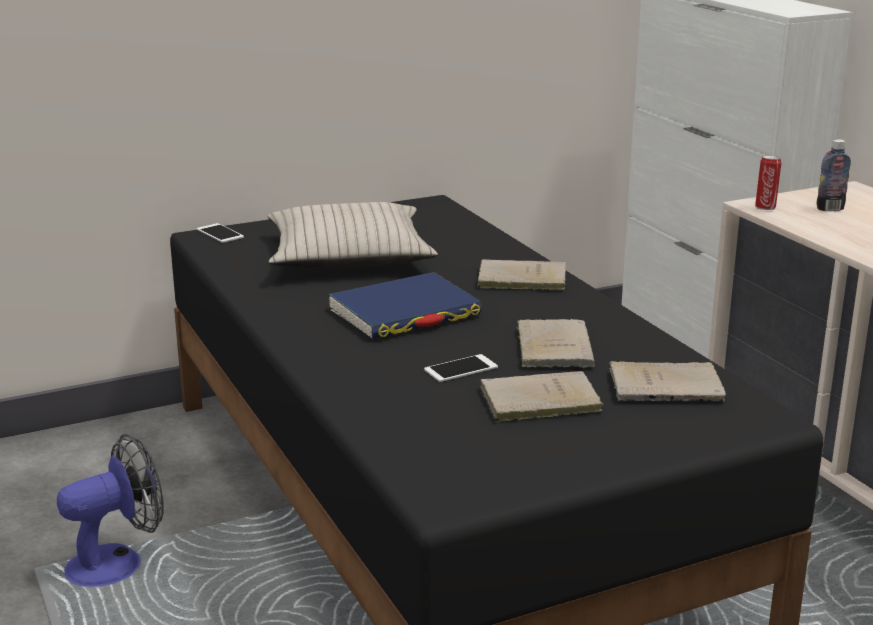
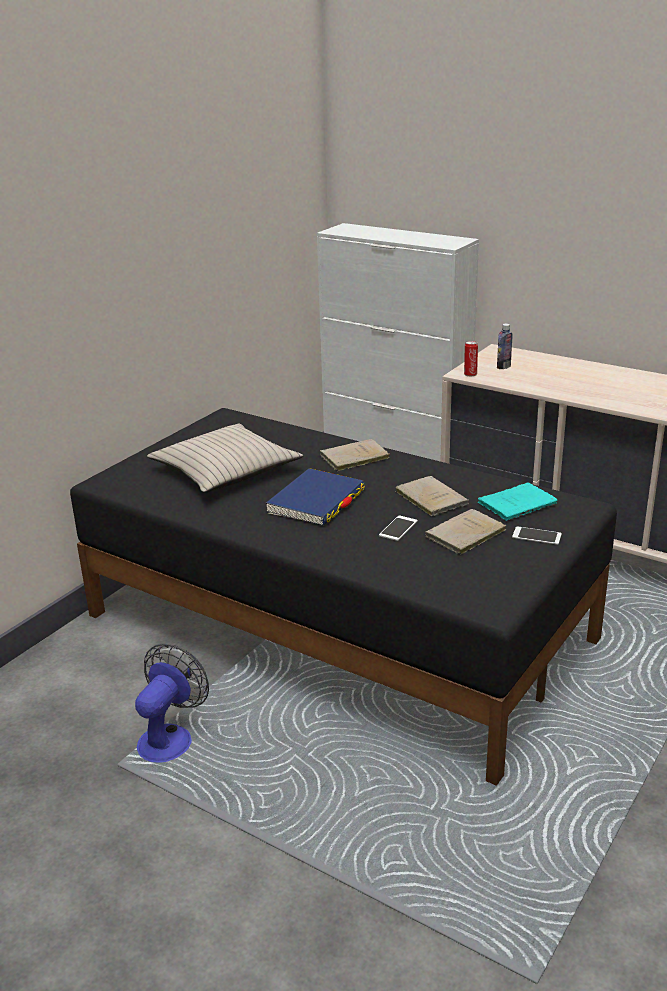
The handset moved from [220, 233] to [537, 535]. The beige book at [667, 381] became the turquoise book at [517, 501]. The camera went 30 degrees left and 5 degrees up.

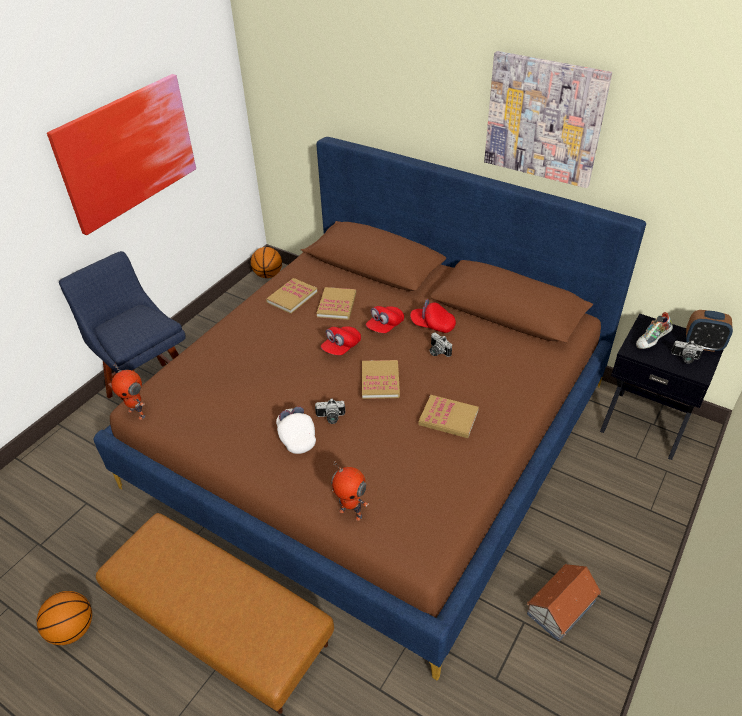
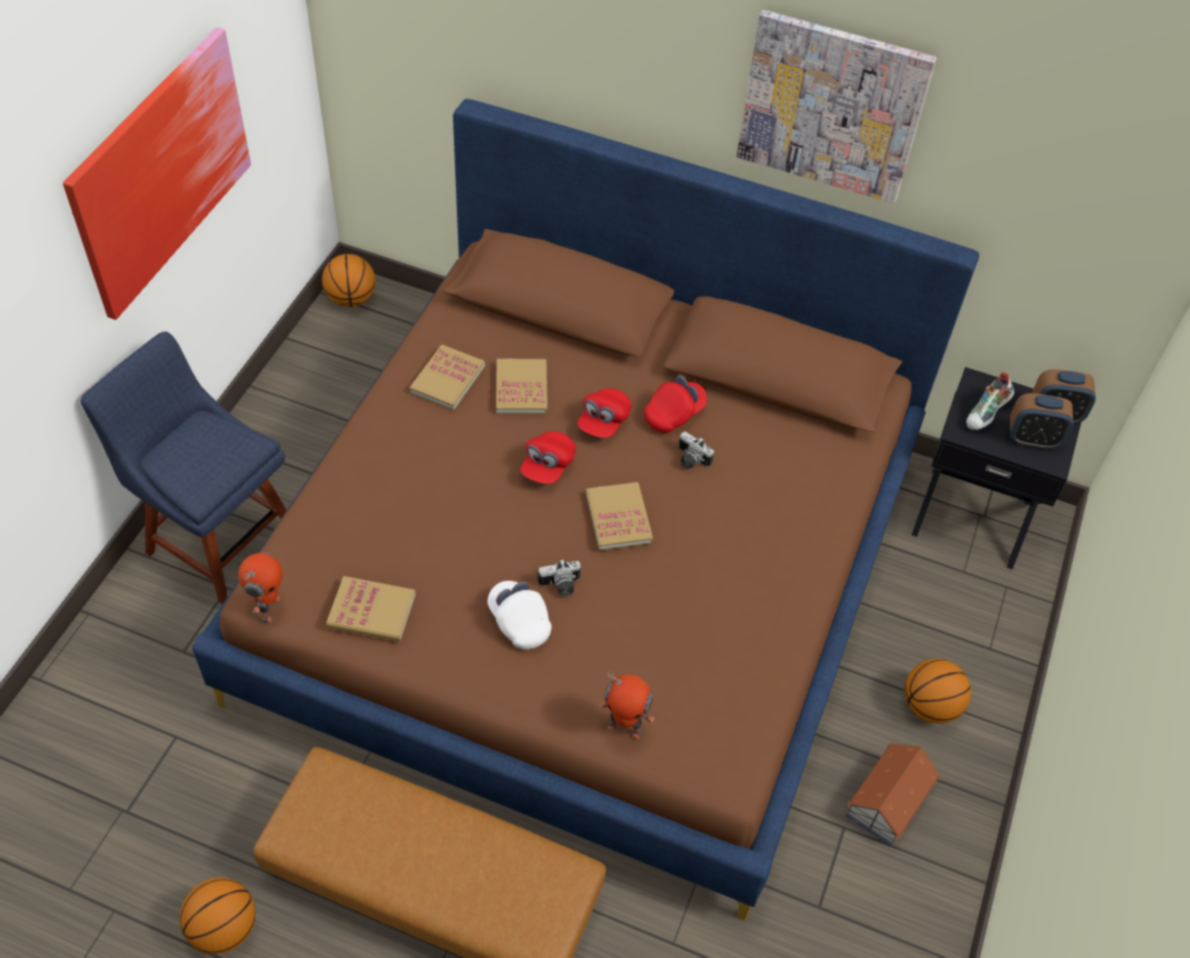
The ball for basketball at [938, 691] appeared. The book moved from [448, 416] to [371, 609]. The photo camera at [687, 352] was replaced by the bedside clock at [1041, 421]. The toy robot at [128, 391] turned 105 degrees counterclockwise. The red peaked cap at [433, 316] turned 135 degrees clockwise. The camera went 15 degrees left and 10 degrees up.

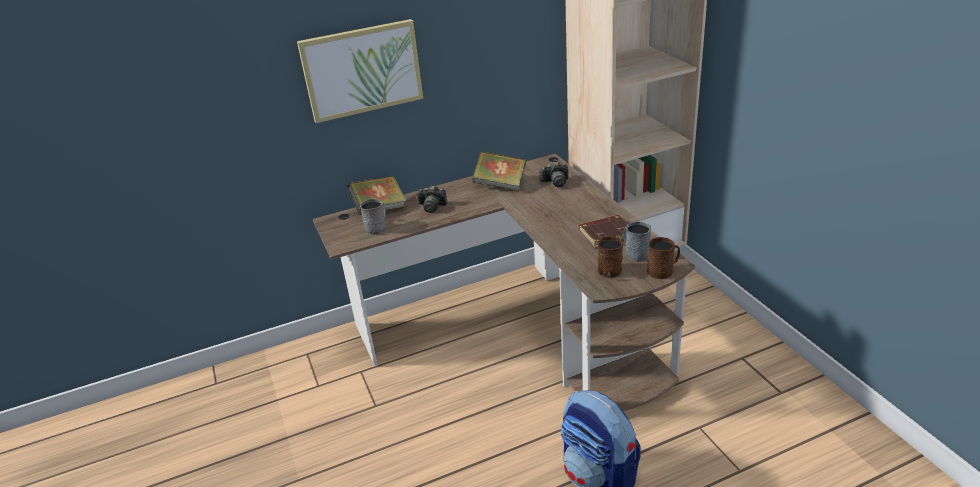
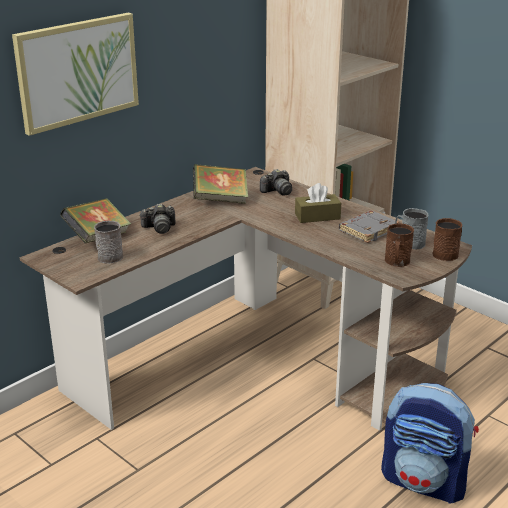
The brown tissue holder at [318, 203] appeared. The brown book at [603, 231] became the gray book at [369, 227]. The camera went 25 degrees left and 5 degrees down.

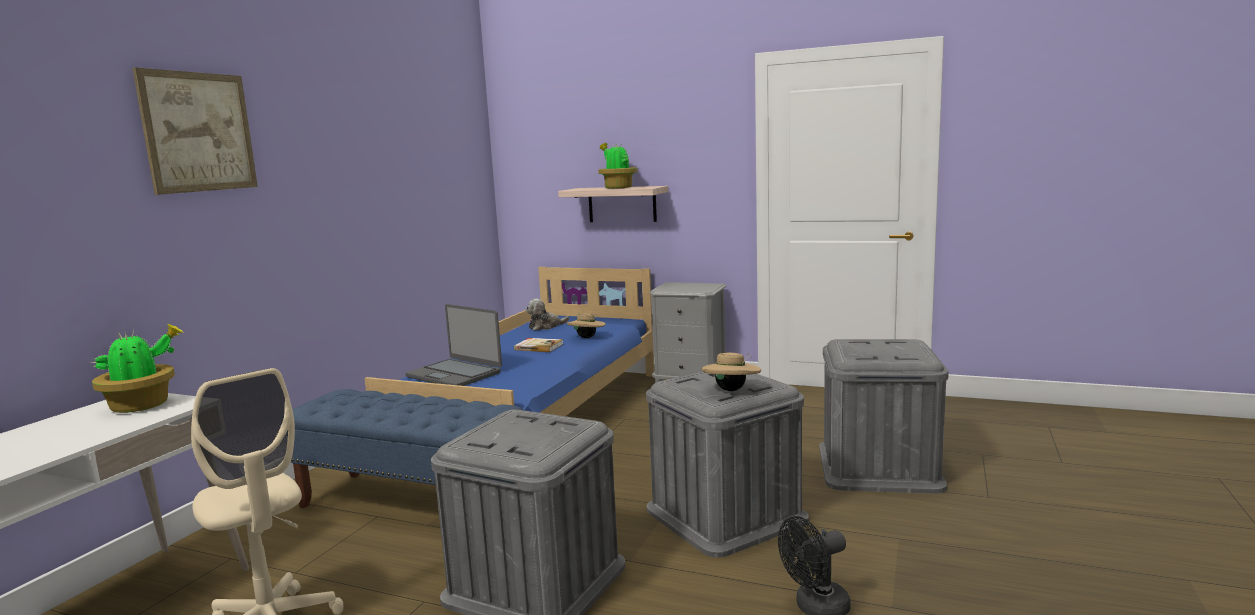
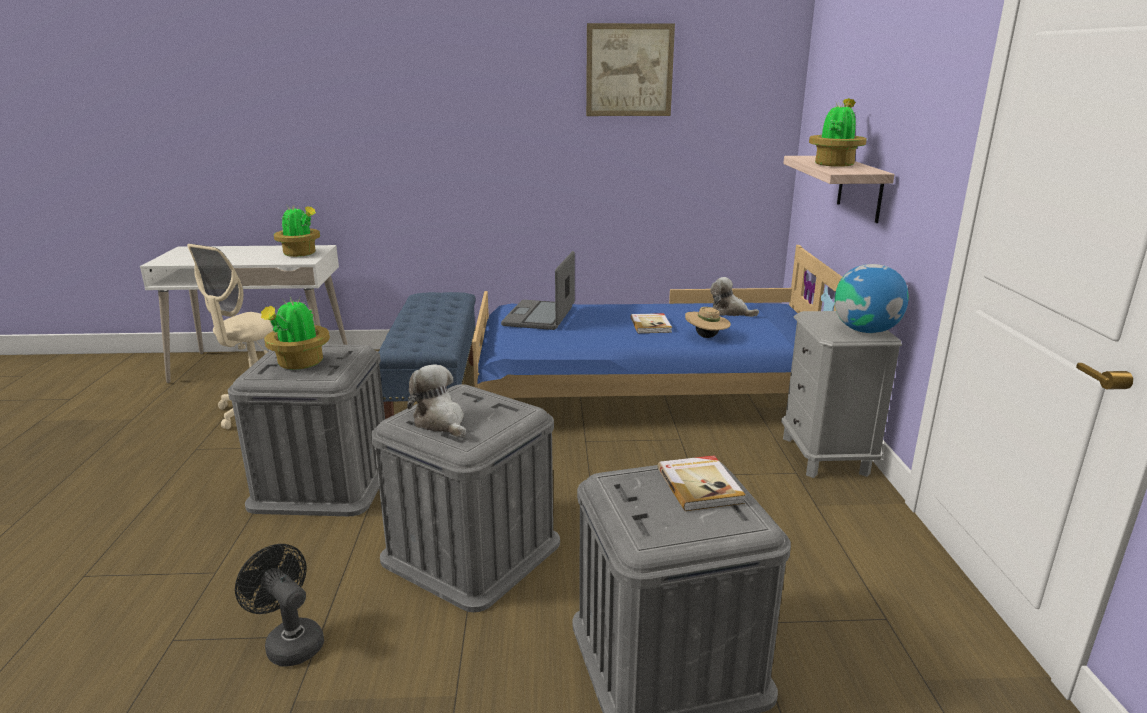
The plant in a pot at [295, 333] appeared. The book at [702, 483] appeared. The globe at [872, 298] appeared. The wall art moved from [195, 131] to [630, 69]. The beige clothing hat at [731, 372] was replaced by the soft toy at [436, 400]. The camera went 65 degrees right and 10 degrees up.

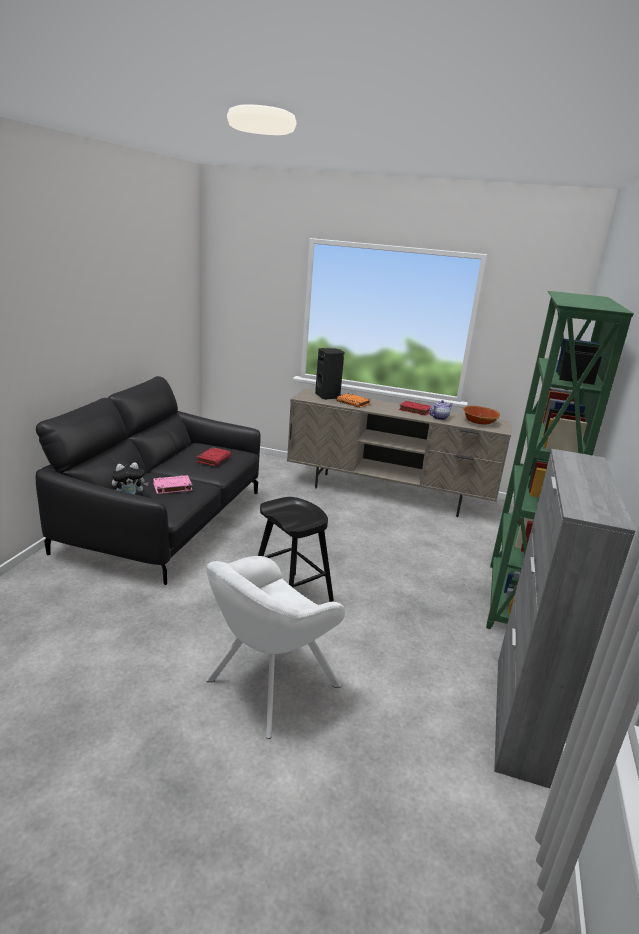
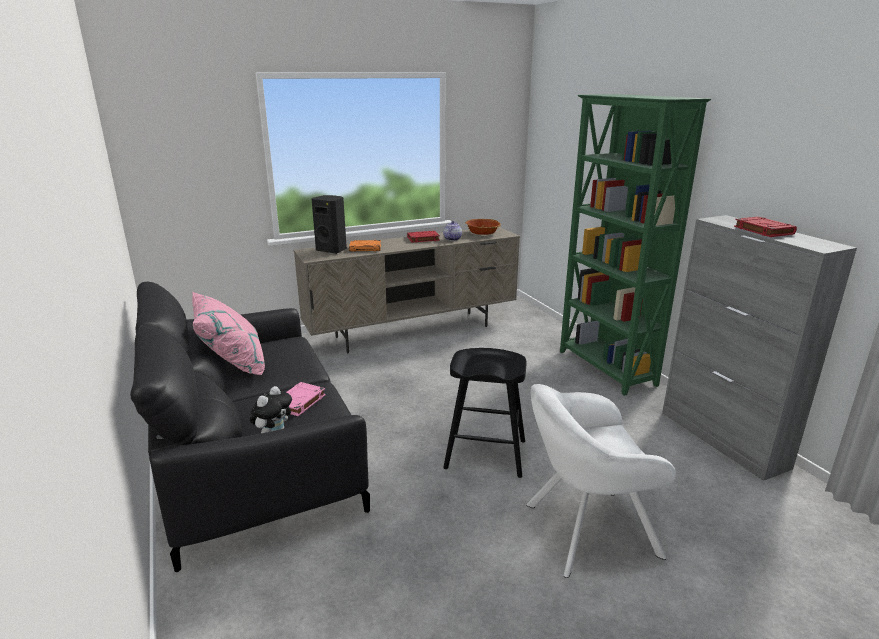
The pink throw pillow at [228, 333] appeared. The red book moved from [214, 456] to [765, 226]. The white lounge chair at [275, 647] turned 75 degrees clockwise. The camera went 40 degrees left and 0 degrees up.

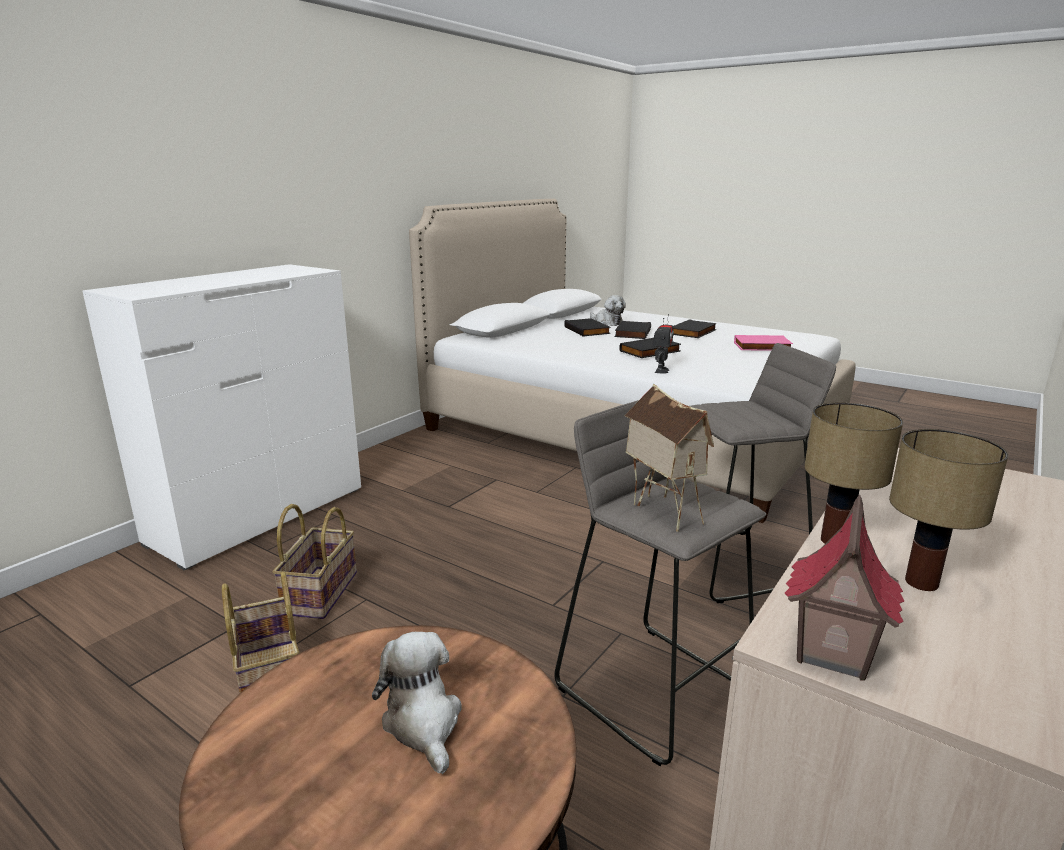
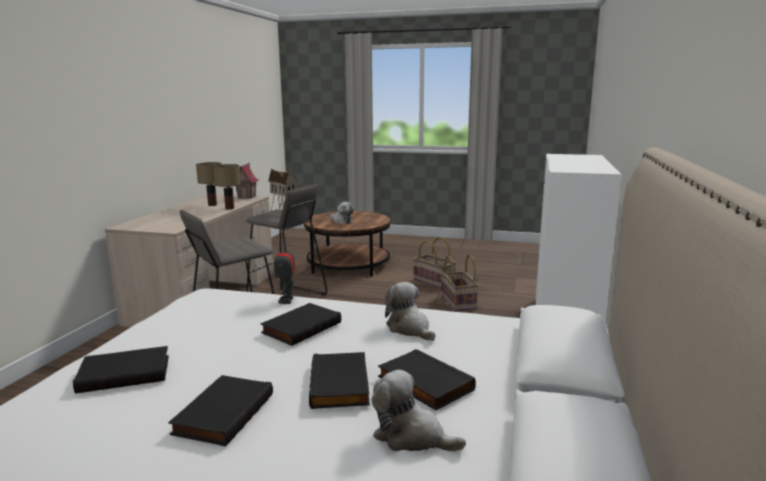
The soft toy at [410, 311] appeared. The pink book at [763, 343] became the black book at [121, 369]. The camera went 160 degrees right and 5 degrees down.

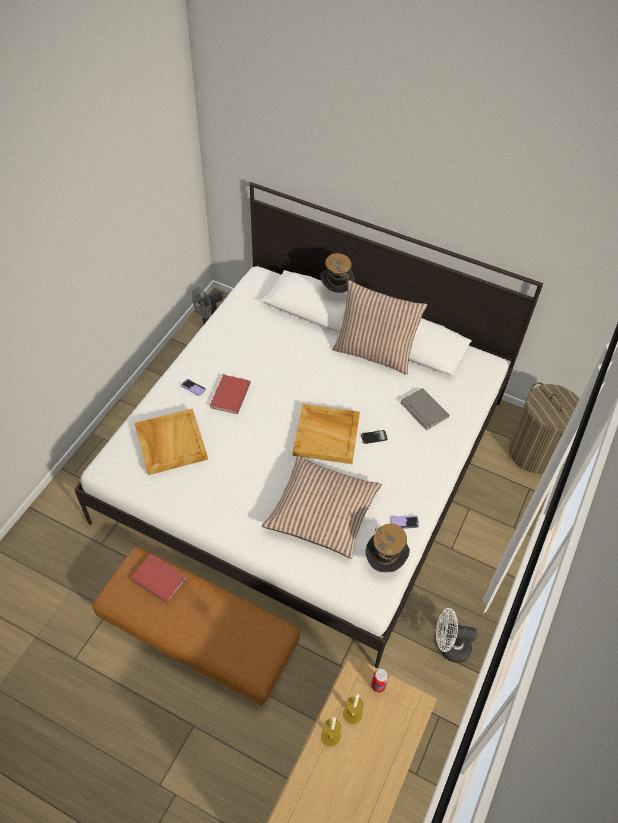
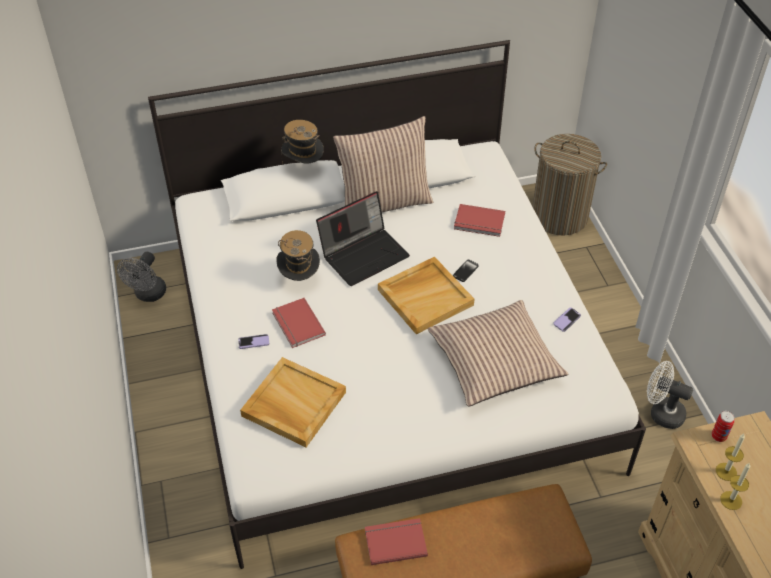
The laptop at [363, 238] appeared. The clothing hat moved from [387, 548] to [298, 255]. The gray book at [424, 409] became the red book at [479, 220]. The white cooling fan at [456, 635] turned 60 degrees clockwise. The camera went 40 degrees left and 5 degrees down.

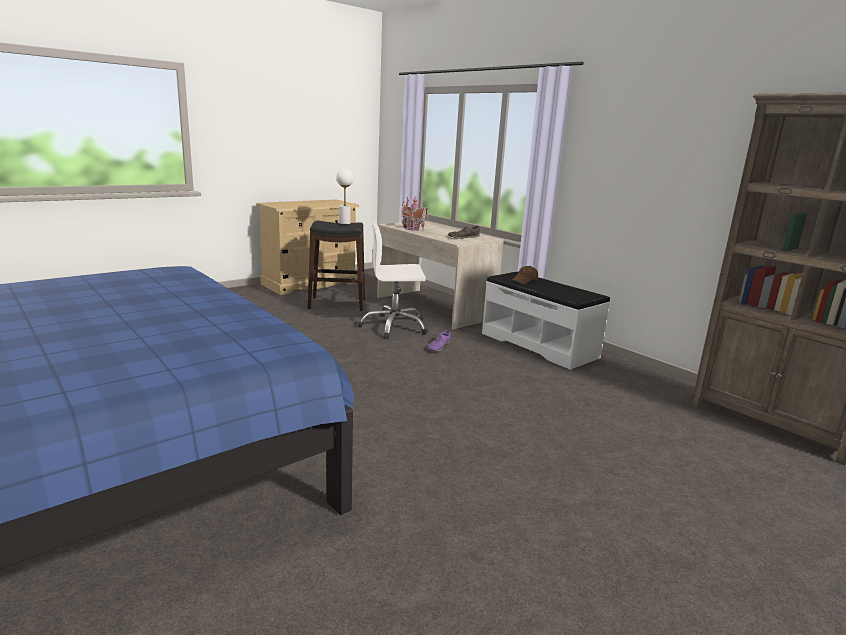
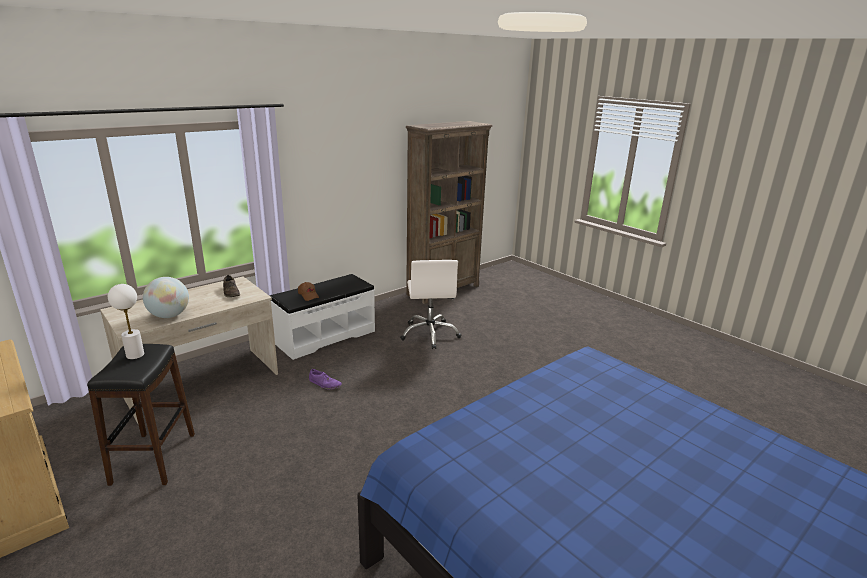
The white desk chair moved from [393, 281] to [430, 304]. The miniature house at [414, 213] was replaced by the globe at [166, 297]. The camera went 90 degrees left and 5 degrees up.

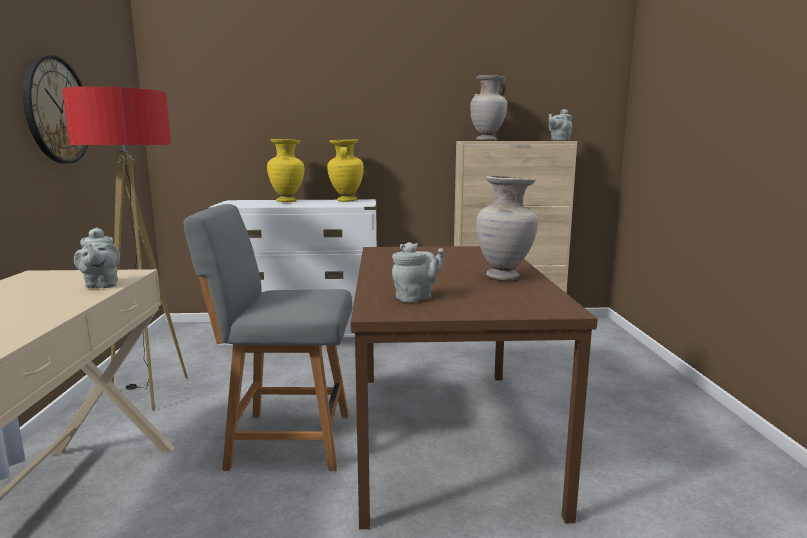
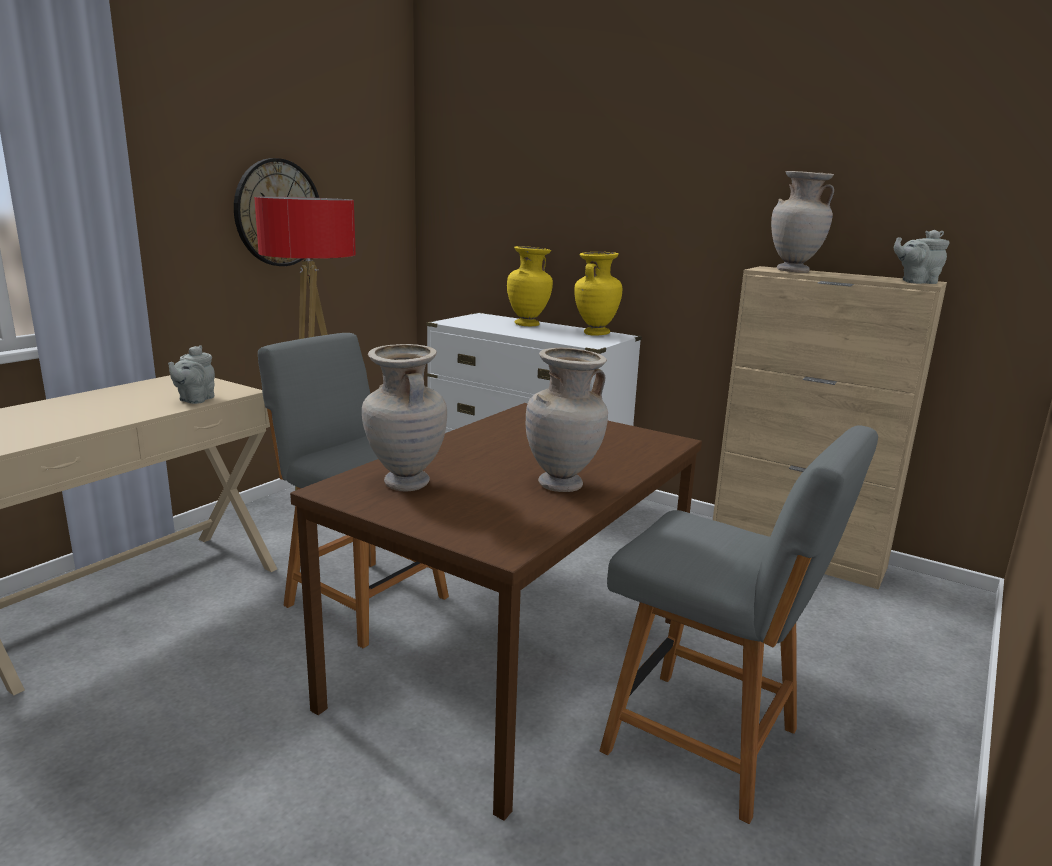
The gray plain chair at [739, 624] appeared. The gray teapot at [418, 272] was replaced by the beige vase at [404, 417]. The camera went 35 degrees right and 5 degrees up.

